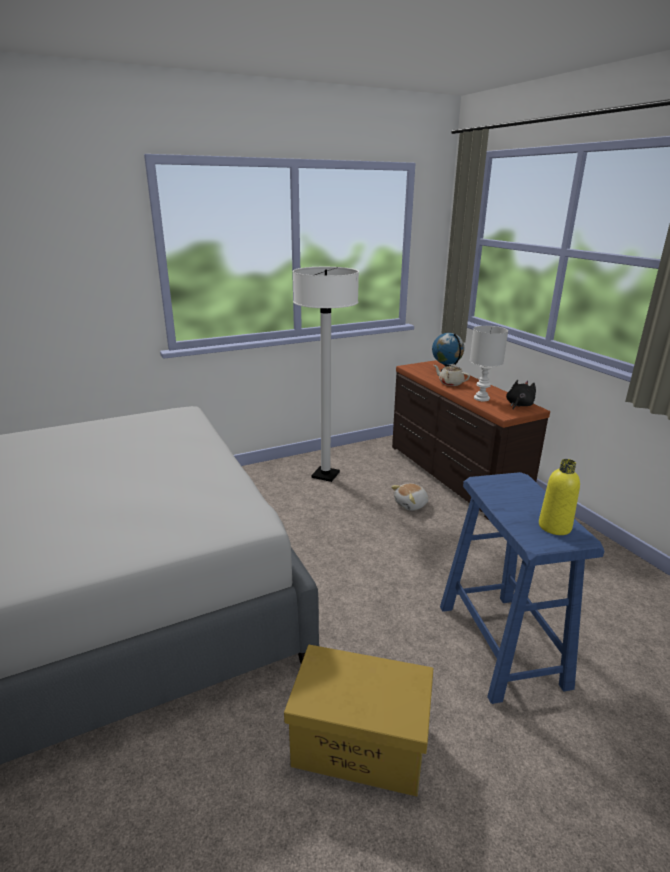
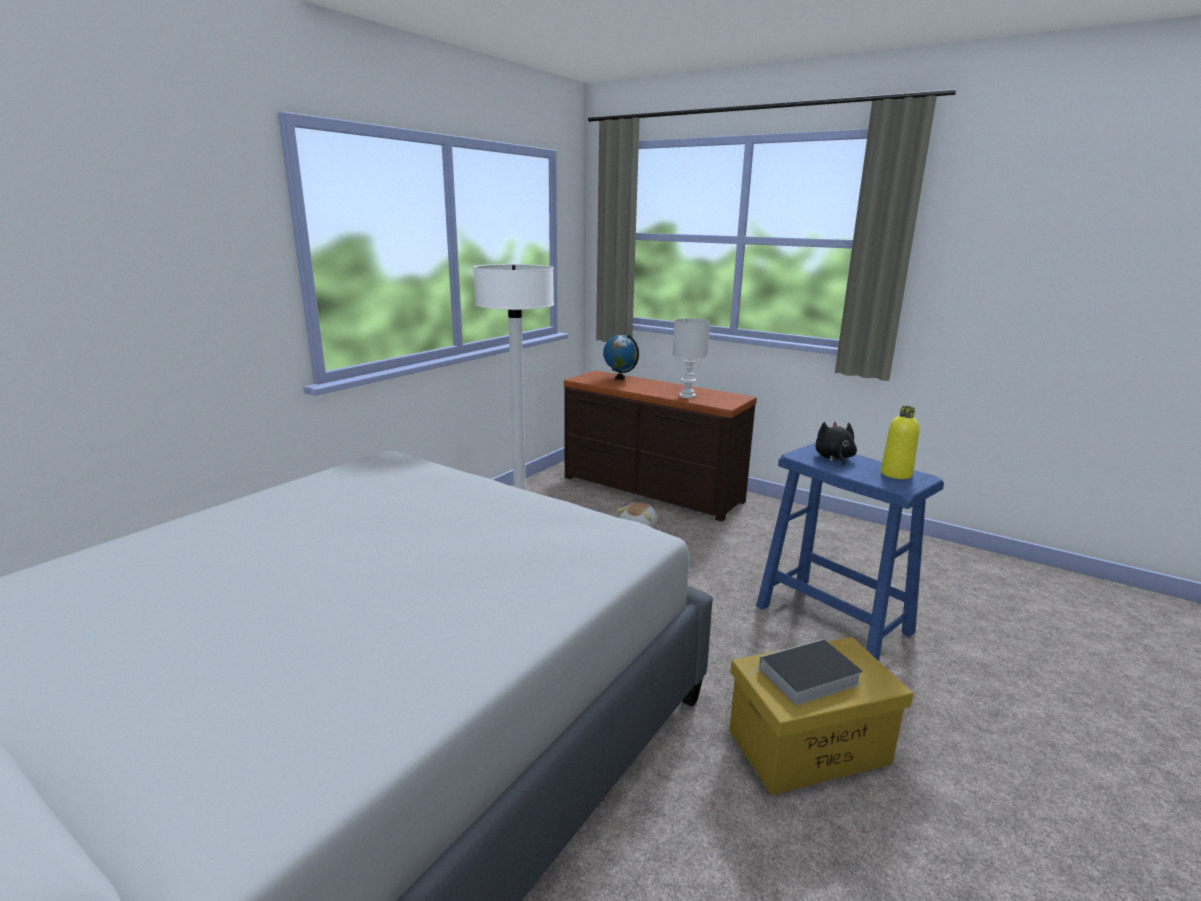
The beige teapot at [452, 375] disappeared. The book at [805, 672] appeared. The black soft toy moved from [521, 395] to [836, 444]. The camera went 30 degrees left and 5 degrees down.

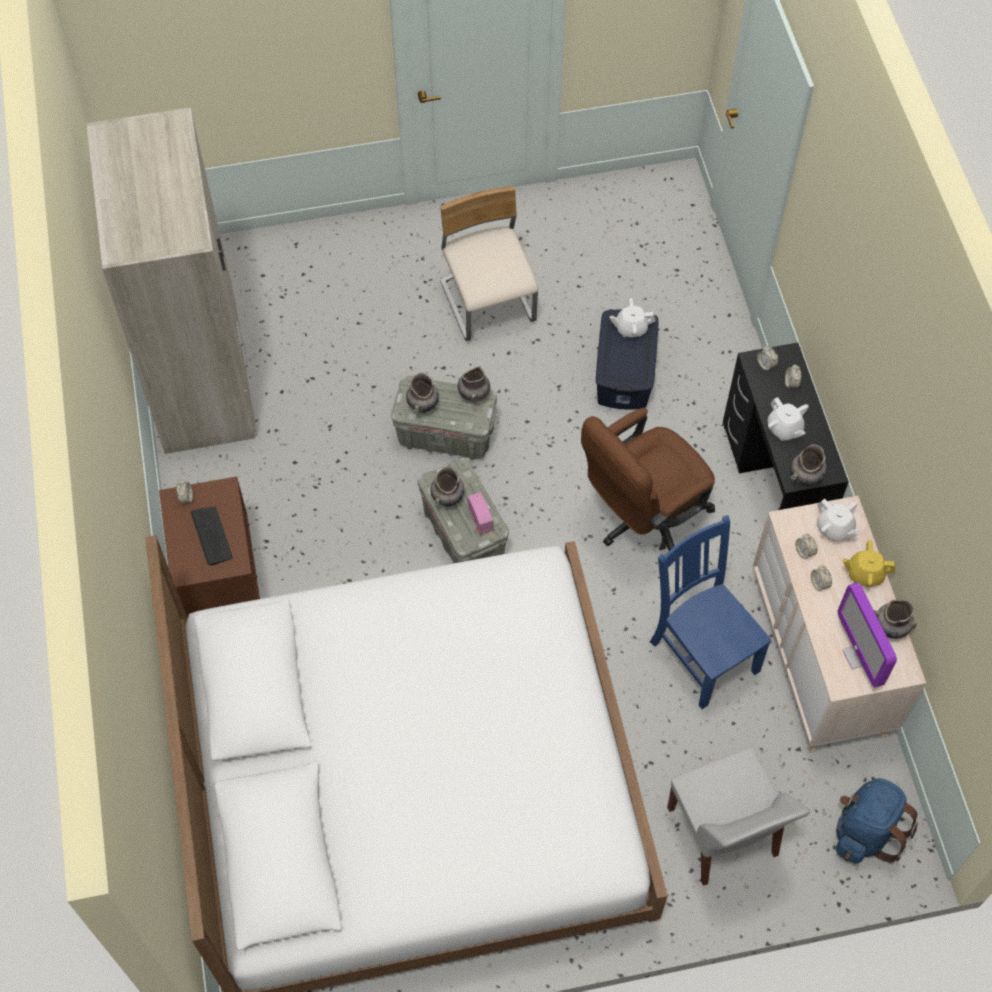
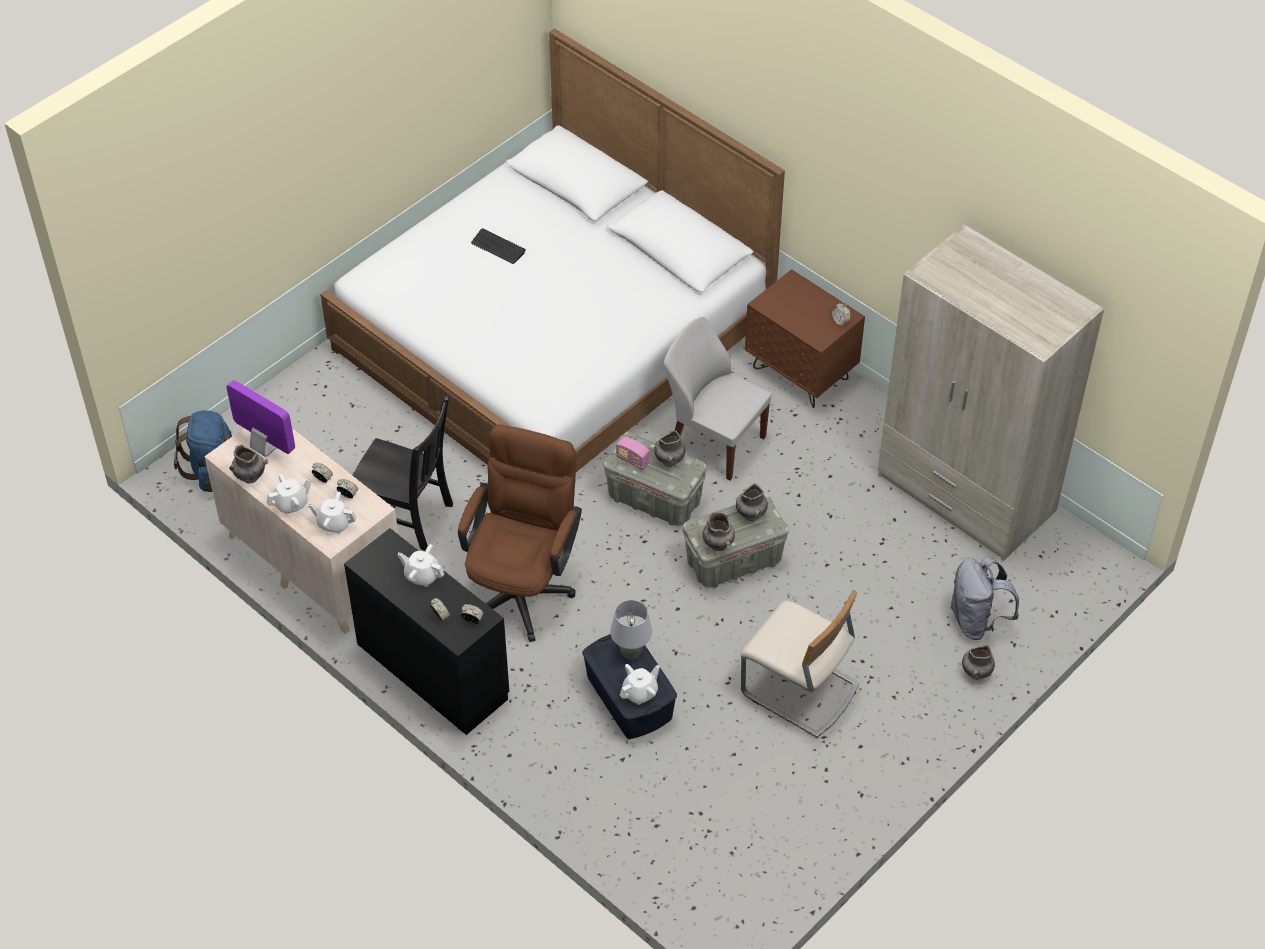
The gray table lamp at [631, 630] appeared. The gray knapsack at [984, 598] appeared. The keyboard moved from [212, 535] to [498, 246]. The white plain chair moved from [738, 817] to [718, 399]. The gray vase moved from [808, 465] to [978, 662]. The bluish plain chair at [711, 612] became the black plain chair at [402, 474]. The yellow-coloured teapot at [869, 563] became the white teapot at [289, 494]. The camera went 145 degrees right and 10 degrees down.

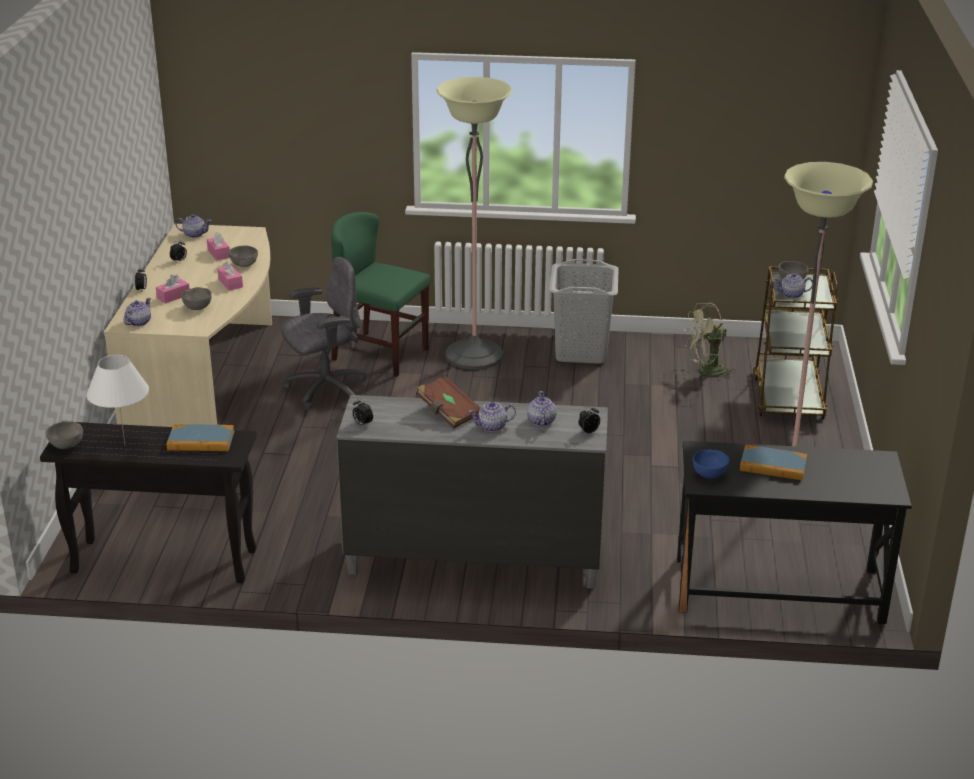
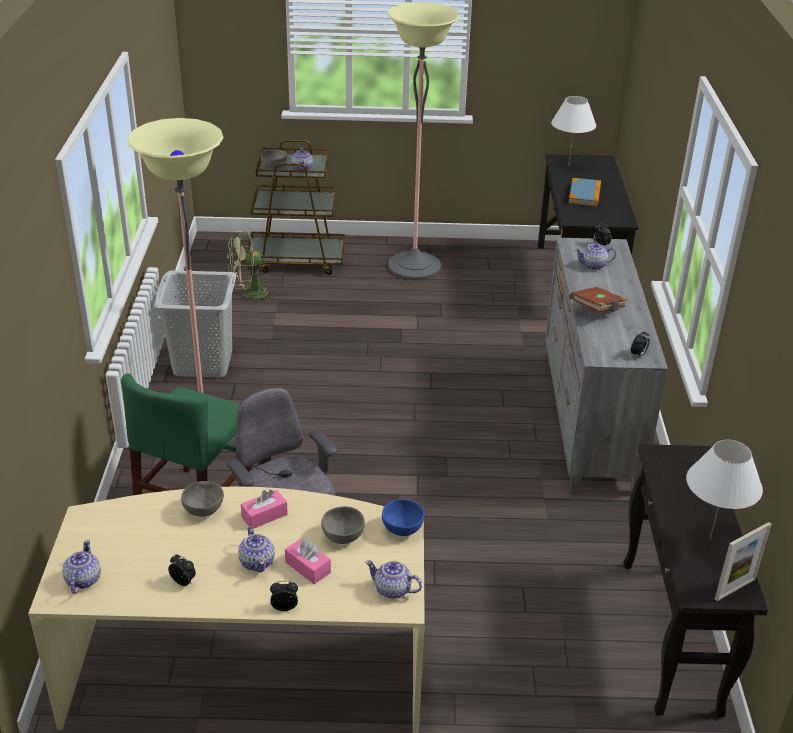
The book at [201, 437] disappeared. The pink tissue holder at [218, 246] disappeared. The white table lamp at [573, 129] appeared. The teapot moved from [492, 416] to [256, 549]. The bluish serving bowl moved from [711, 463] to [403, 517]. The gray serving bowl at [64, 435] was replaced by the photo frame at [743, 561]. The green-coloured cooling fan at [710, 342] turned 90 degrees clockwise. The camera went 95 degrees left and 5 degrees up.

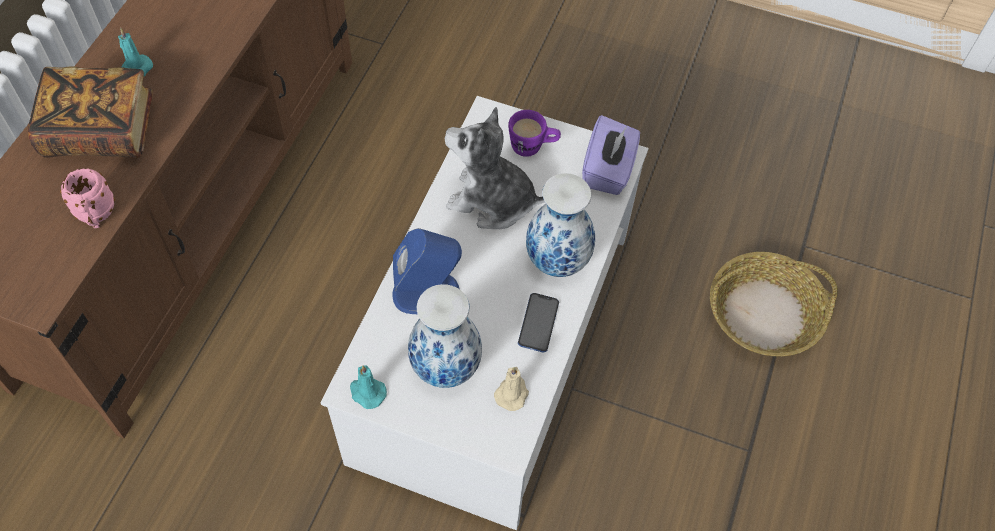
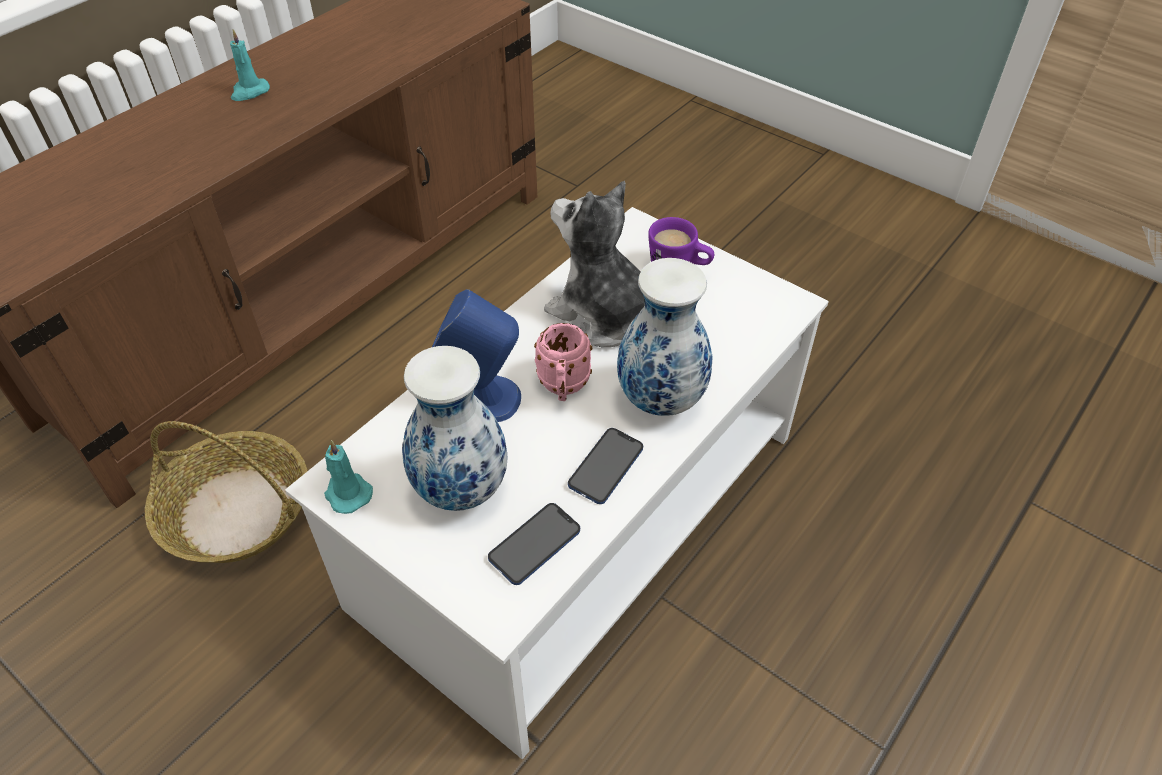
The book at [90, 112] disappeared. The purple-coloured tissue holder at [611, 155] disappeared. The pink coffee mug moved from [87, 198] to [563, 362]. The storage basket moved from [774, 304] to [226, 492]. The beige candle at [511, 389] was replaced by the handset at [534, 544]. The camera went 20 degrees right and 10 degrees down.

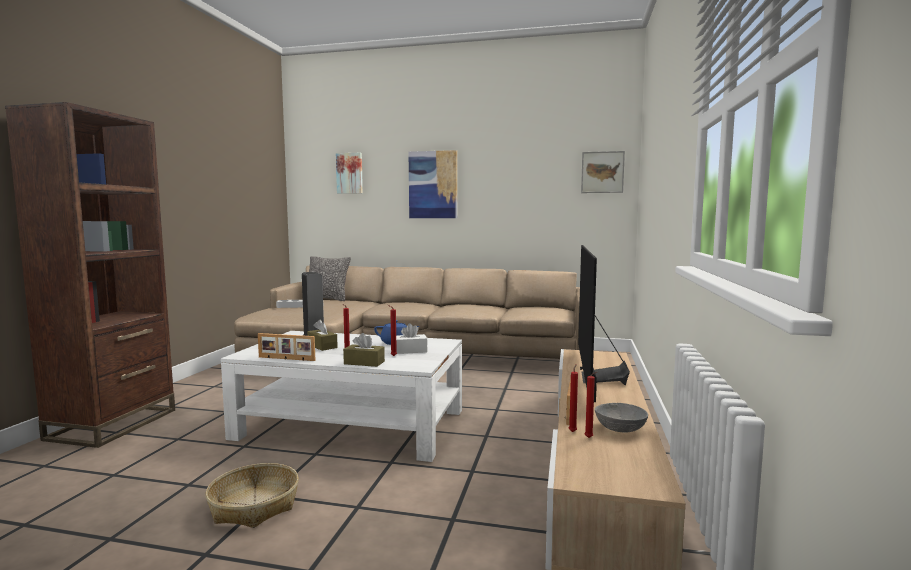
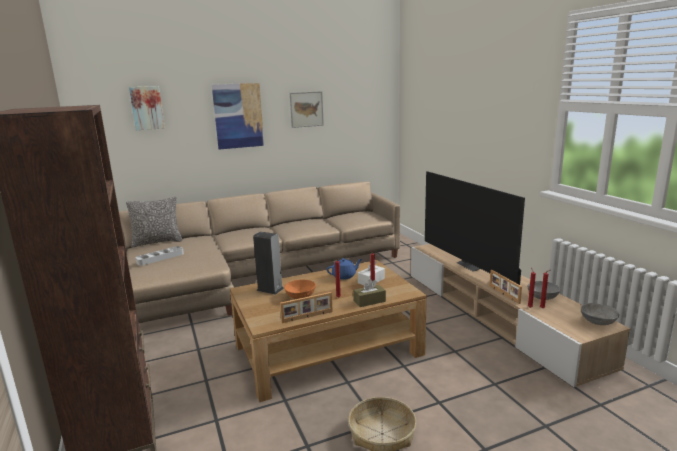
The gray serving bowl at [600, 314] appeared. The wall art moved from [603, 172] to [307, 109]. The brown tissue holder at [322, 335] was replaced by the orangey serving bowl at [300, 289]. The white coffee table at [341, 396] became the brown coffee table at [328, 331]. The camera went 35 degrees left and 10 degrees up.

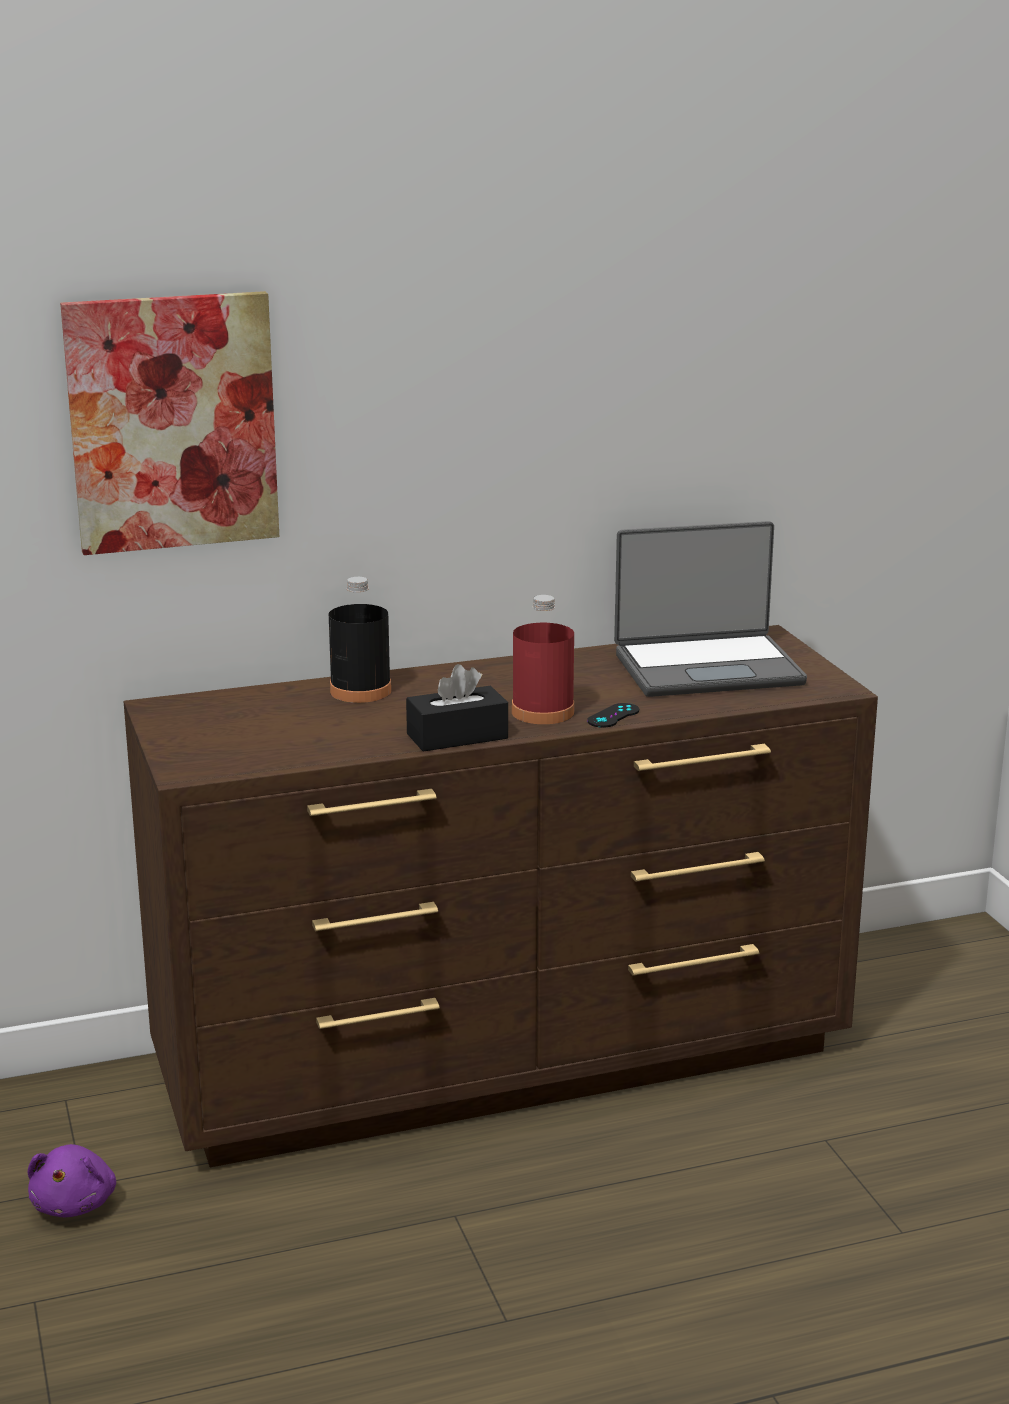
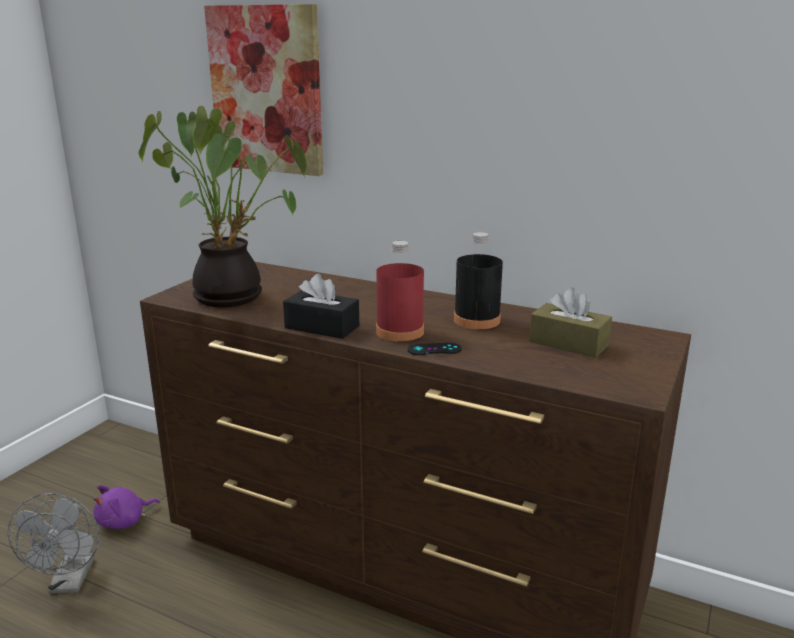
The gray cooling fan at [53, 543] appeared. The plant in a pot at [222, 207] appeared. The black bottle moved from [360, 640] to [478, 280]. The laptop at [710, 609] was replaced by the brown tissue holder at [570, 322]. The camera went 45 degrees right and 0 degrees up.

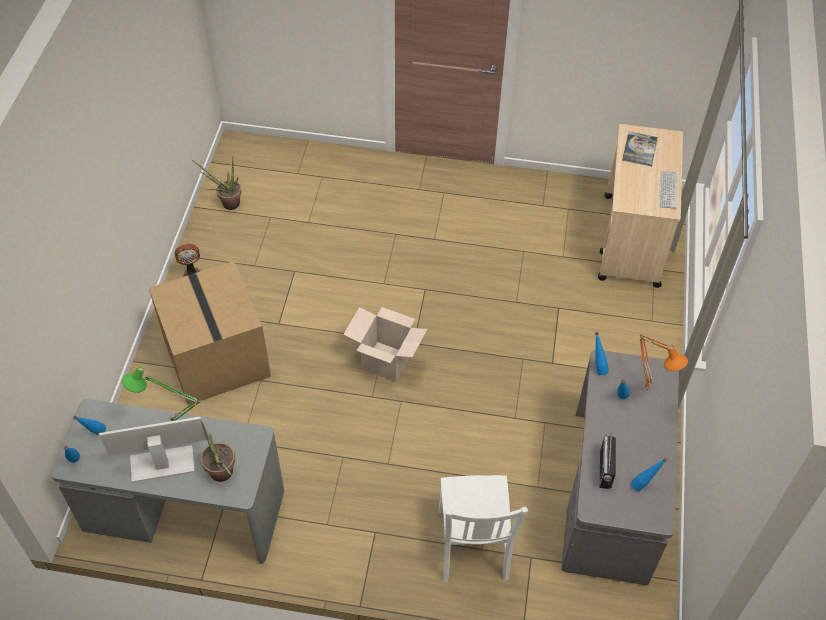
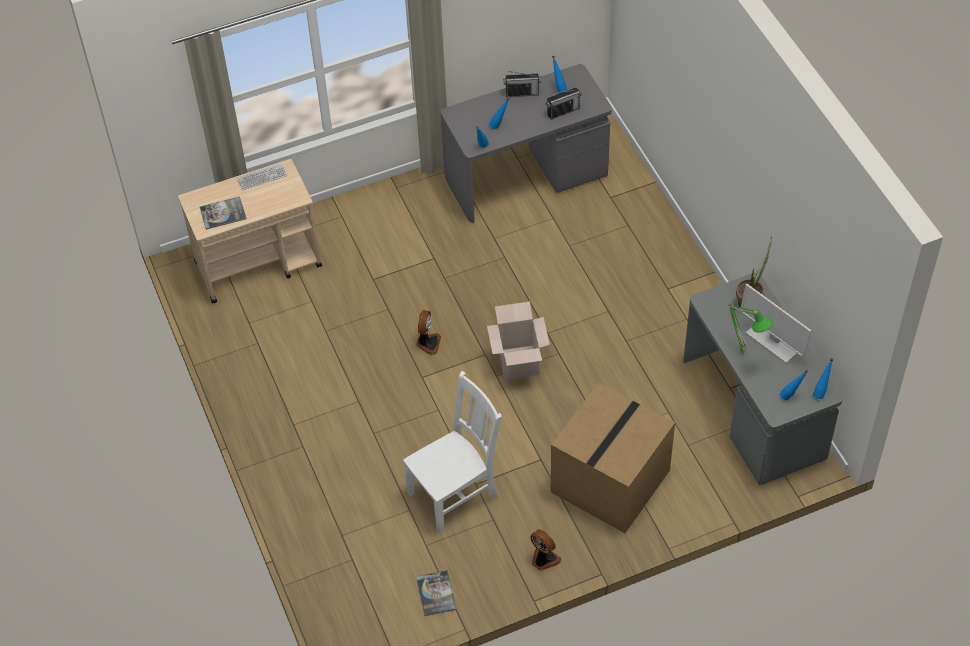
The orangey table lamp at [664, 363] disappeared. The cooling fan at [428, 332] appeared. The radio receiver at [522, 84] appeared. The white plain chair moved from [483, 528] to [452, 452]. The plant in a pot at [217, 183] was replaced by the book at [436, 593]. The camera went 120 degrees left and 0 degrees up.

